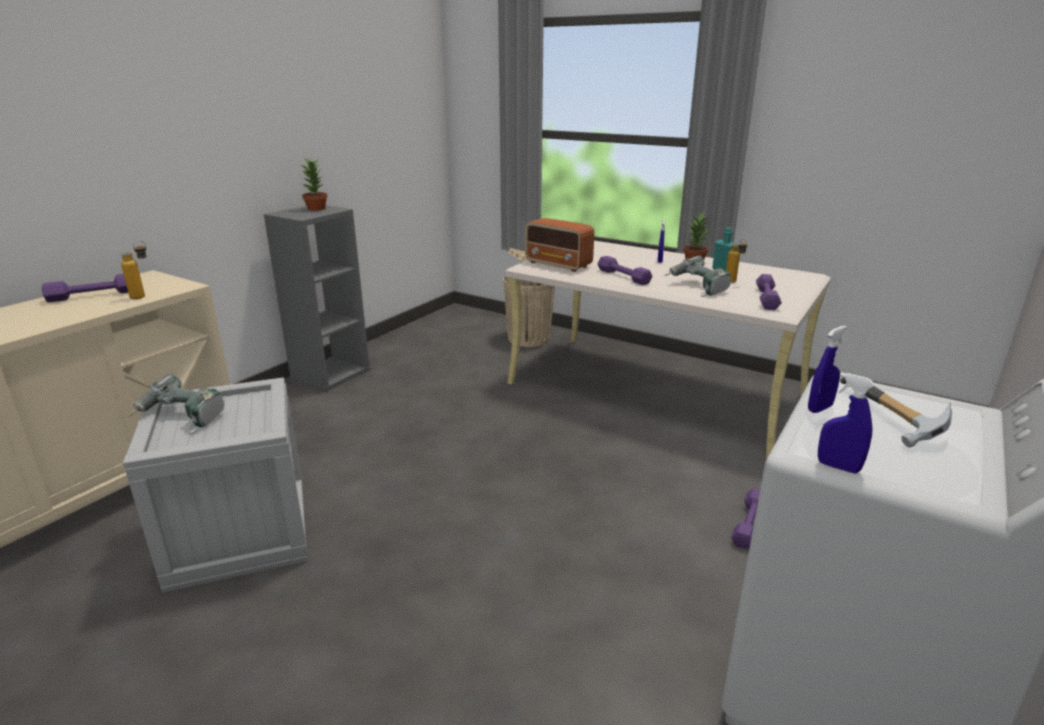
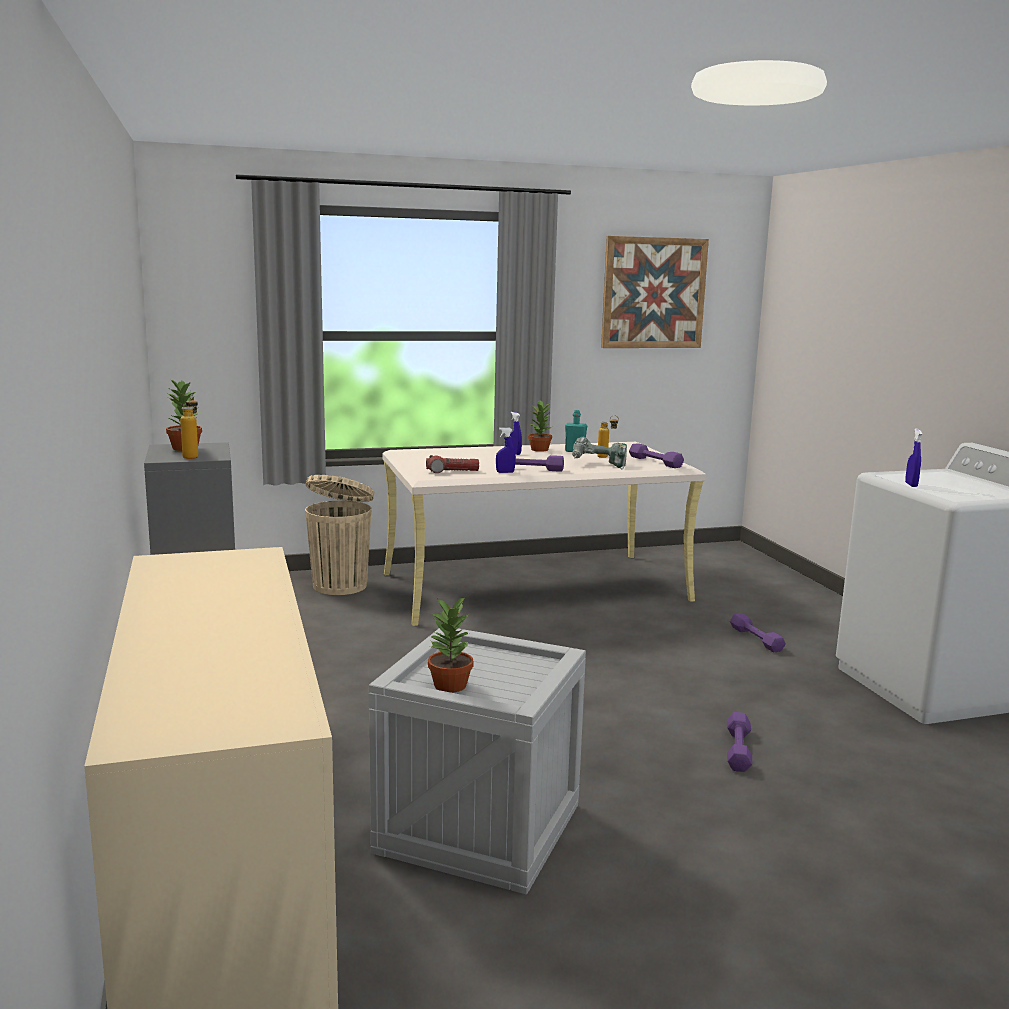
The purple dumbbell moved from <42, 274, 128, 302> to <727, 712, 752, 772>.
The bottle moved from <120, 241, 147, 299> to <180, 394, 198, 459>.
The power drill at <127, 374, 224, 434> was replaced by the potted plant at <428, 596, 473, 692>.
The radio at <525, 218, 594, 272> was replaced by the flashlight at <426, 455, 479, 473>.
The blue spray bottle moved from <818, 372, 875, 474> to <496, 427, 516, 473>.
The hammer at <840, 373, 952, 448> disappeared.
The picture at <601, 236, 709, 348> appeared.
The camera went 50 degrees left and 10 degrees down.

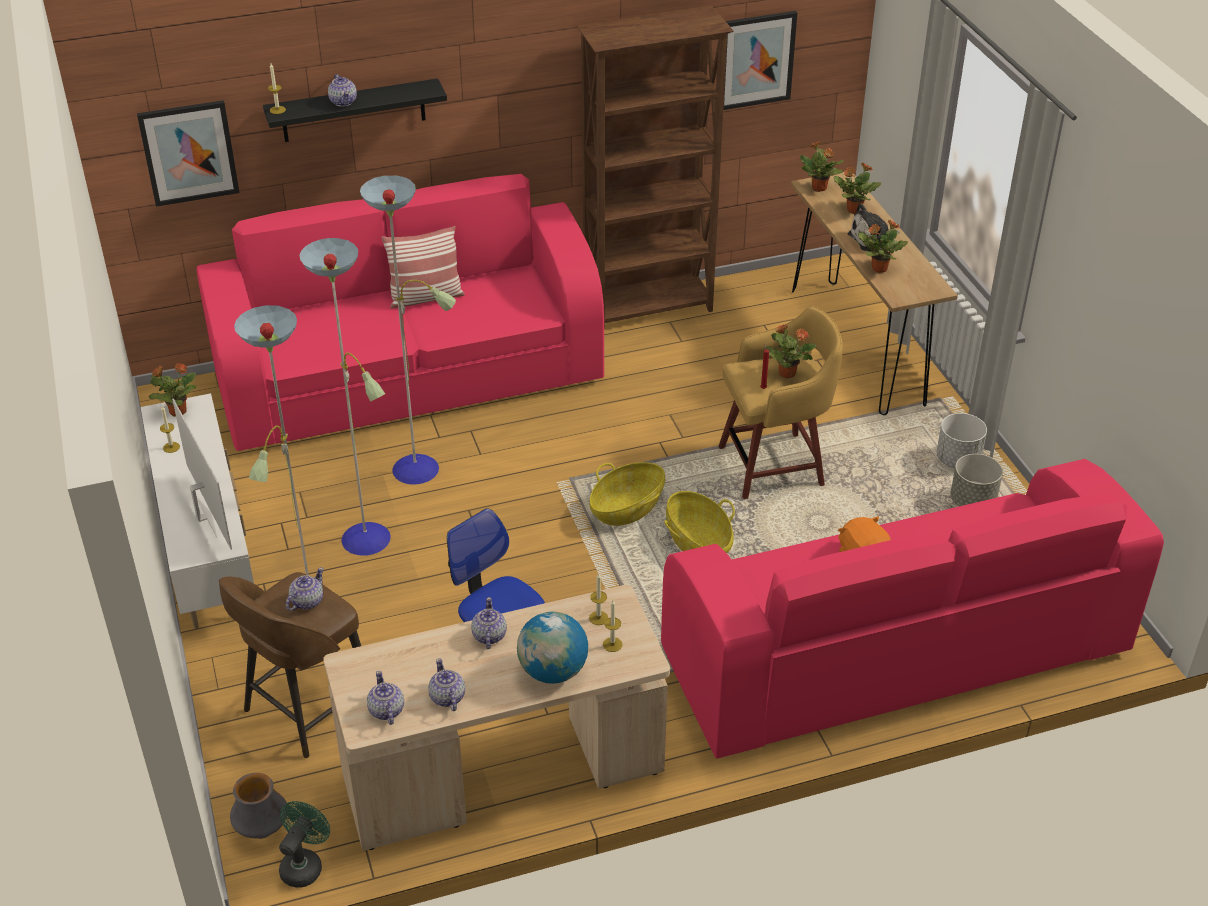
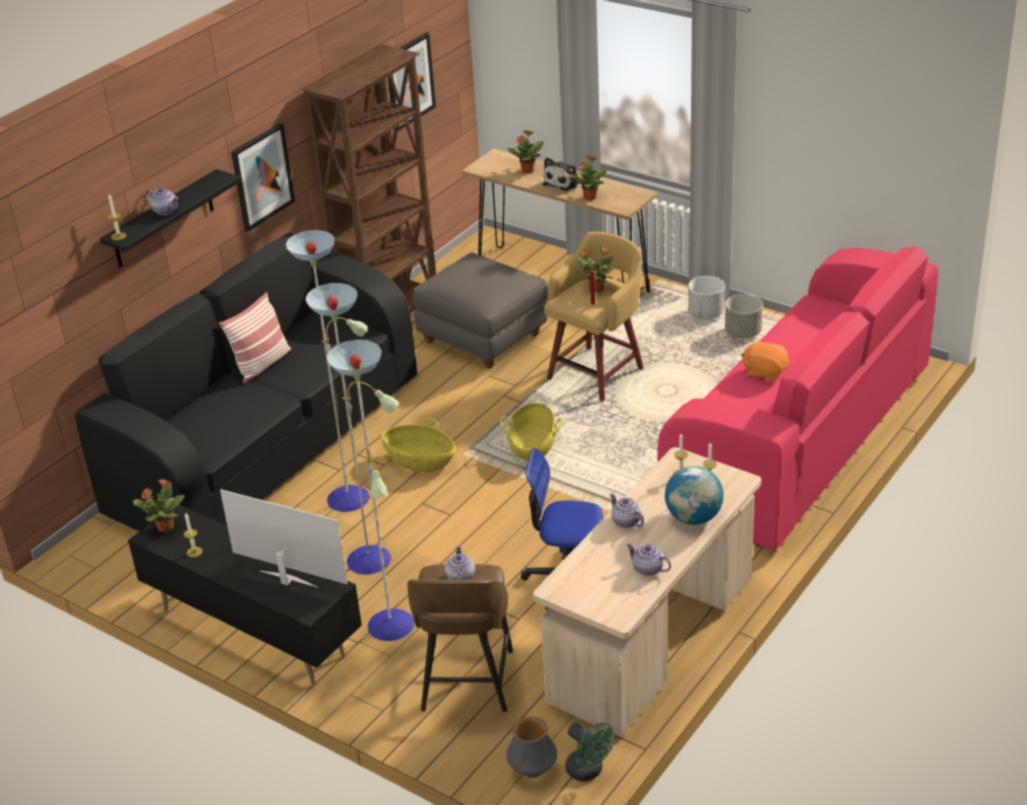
The picture moved from <137, 100, 239, 207> to <231, 123, 295, 232>.
The white tv stand at <141, 393, 254, 629> became the black tv stand at <128, 505, 362, 685>.
The pink sofa at <196, 174, 604, 451> became the black sofa at <75, 233, 417, 531>.
The green fan at <279, 801, 330, 887> turned 150 degrees clockwise.
The teapot at <367, 671, 404, 725> disappeared.
The basket moved from <664, 491, 735, 553> to <382, 418, 456, 472>.
The potted plant at <800, 141, 844, 192> disappeared.
The grey ottoman at <412, 253, 548, 368> appeared.
The camera went 35 degrees left and 5 degrees down.

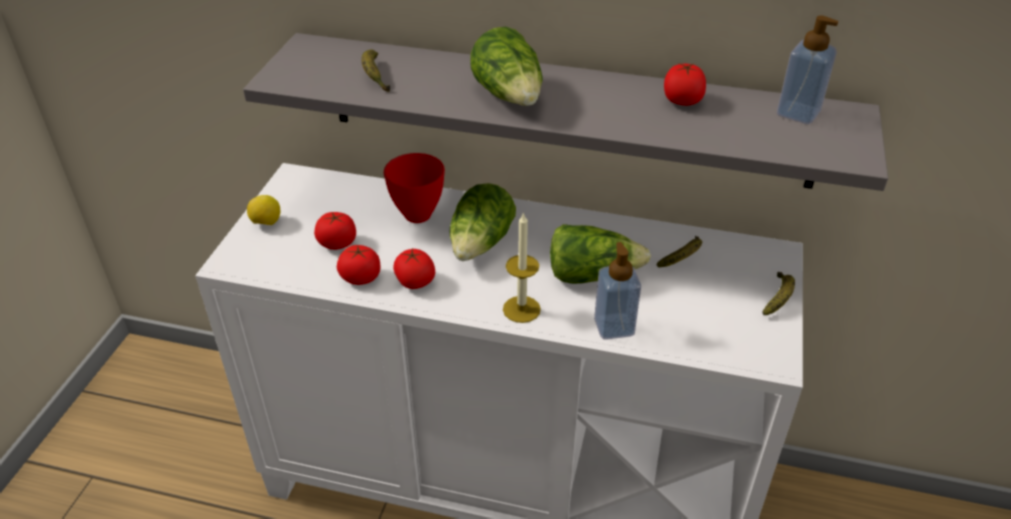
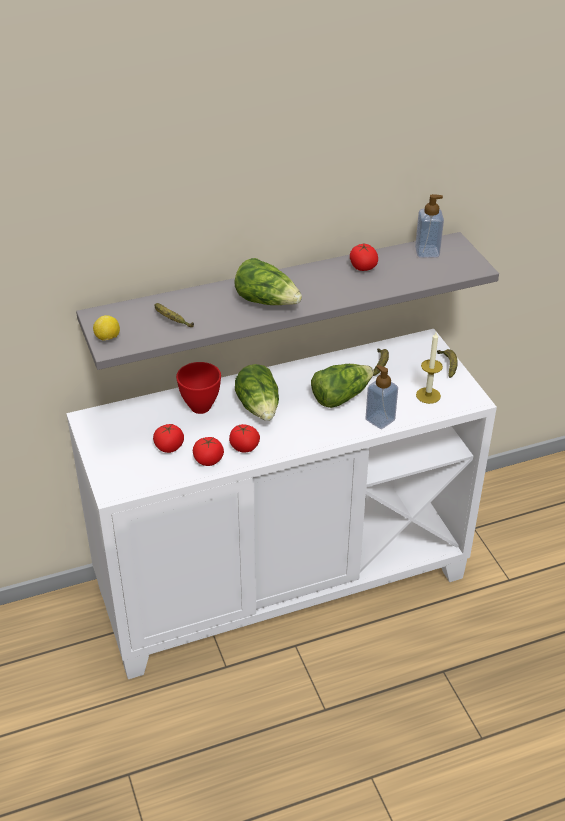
The lemon moved from <247, 195, 280, 225> to <93, 315, 120, 341>.
The candle moved from <503, 212, 541, 323> to <416, 332, 443, 404>.
The camera went 35 degrees left and 0 degrees up.

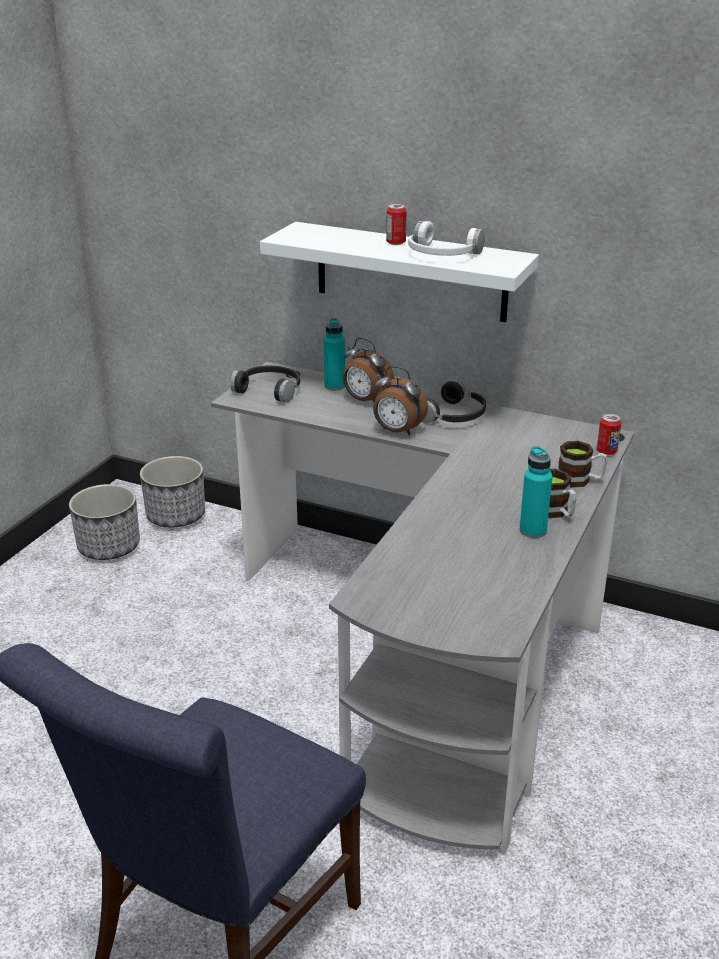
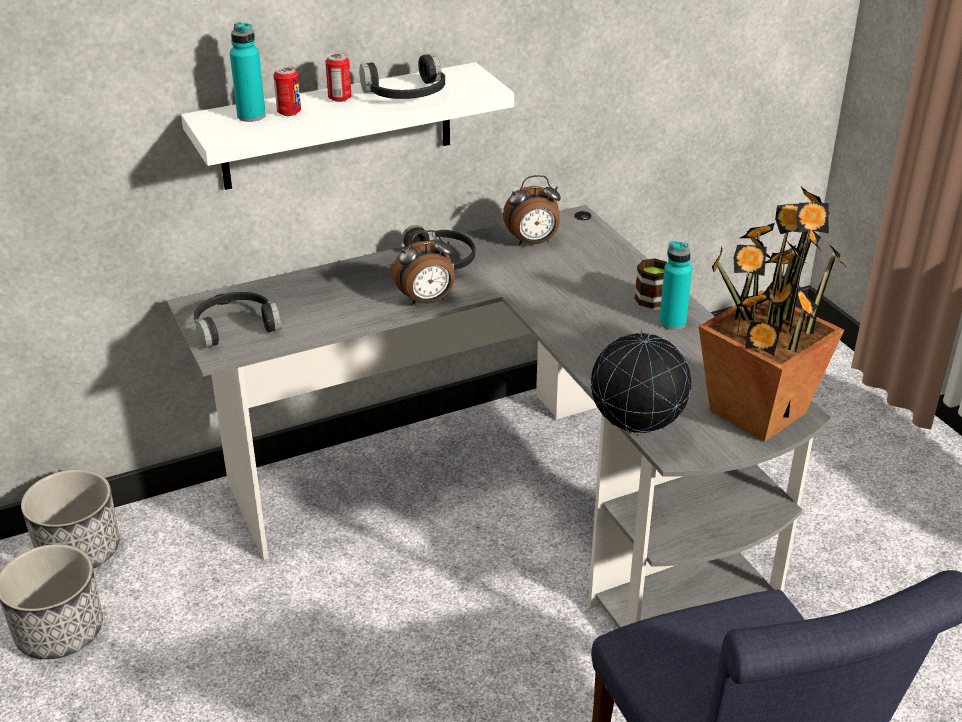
The turquoise bottle moved from <324, 318, 345, 390> to <230, 22, 266, 122>.
The alarm clock moved from <343, 338, 394, 402> to <503, 175, 561, 246>.
The white headphones at <408, 221, 485, 256> became the black headphones at <359, 54, 445, 99>.
The mug at <558, 441, 608, 488> disappeared.
The can moved from <597, 414, 621, 455> to <273, 66, 301, 116>.
The globe at <590, 329, 692, 436> appeared.
The potted plant at <699, 187, 846, 442> appeared.
The camera went 50 degrees left and 5 degrees up.

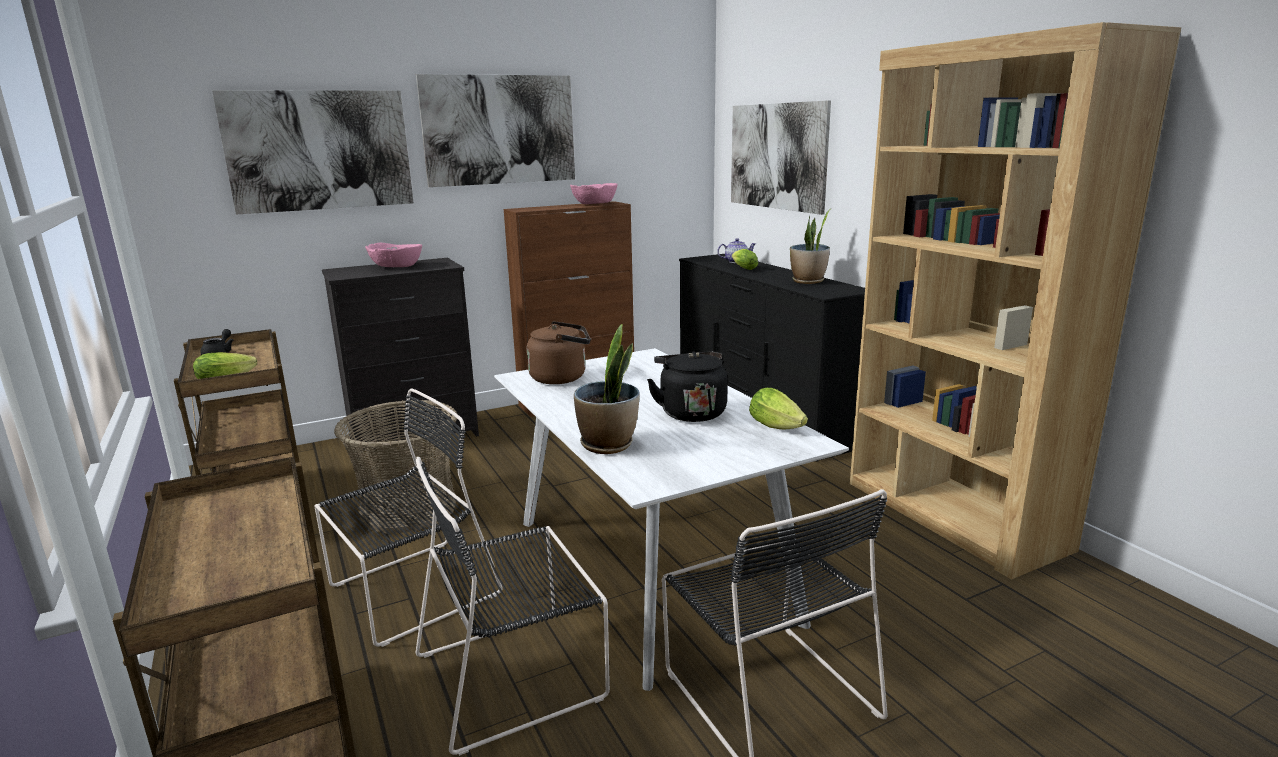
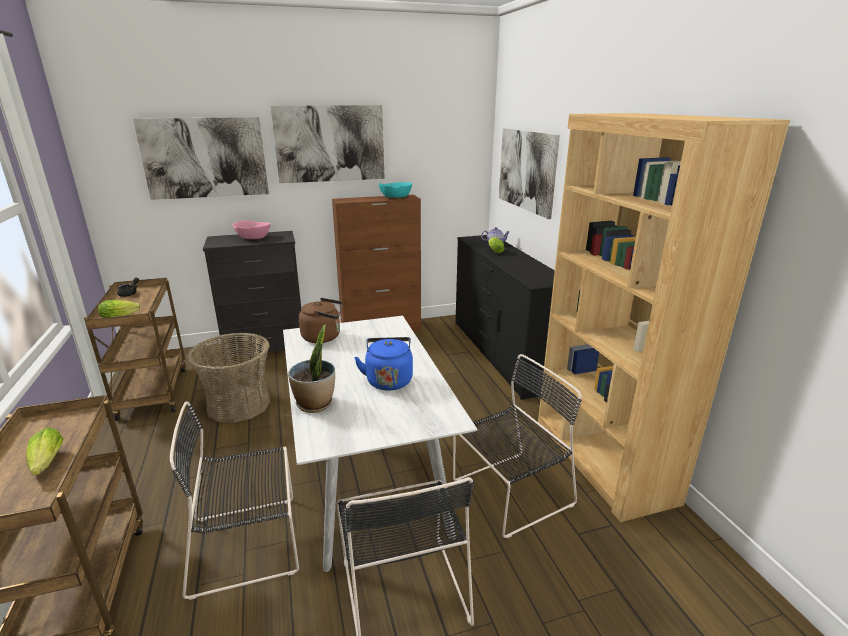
The black chair moved from <315, 388, 503, 647> to <453, 354, 582, 538>.
The pink bowl at <570, 183, 618, 204> became the turquoise bowl at <379, 182, 412, 198>.
The black kettle at <647, 351, 728, 422> became the blue kettle at <354, 337, 413, 391>.
The lettuce moved from <749, 388, 808, 429> to <26, 428, 63, 476>.
The potted plant at <790, 209, 830, 284> disappeared.
The camera went 10 degrees right and 5 degrees up.

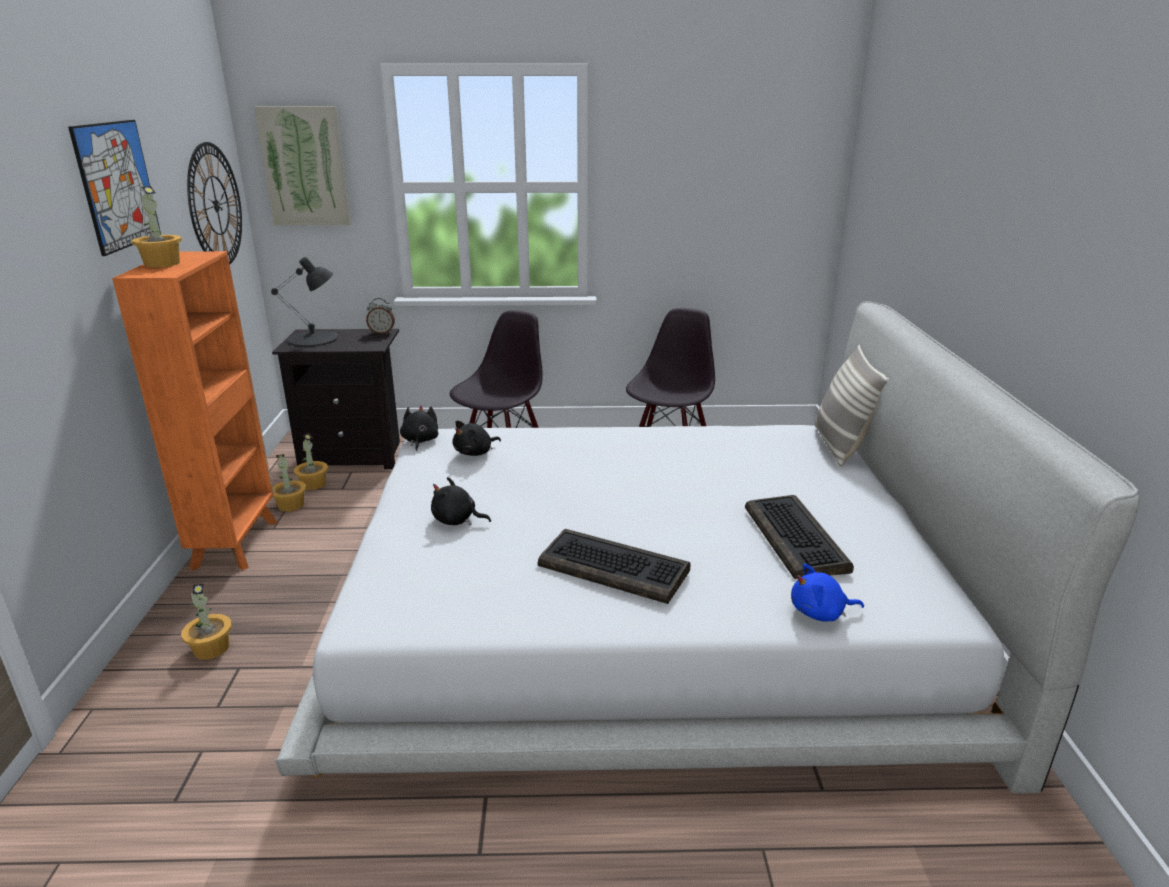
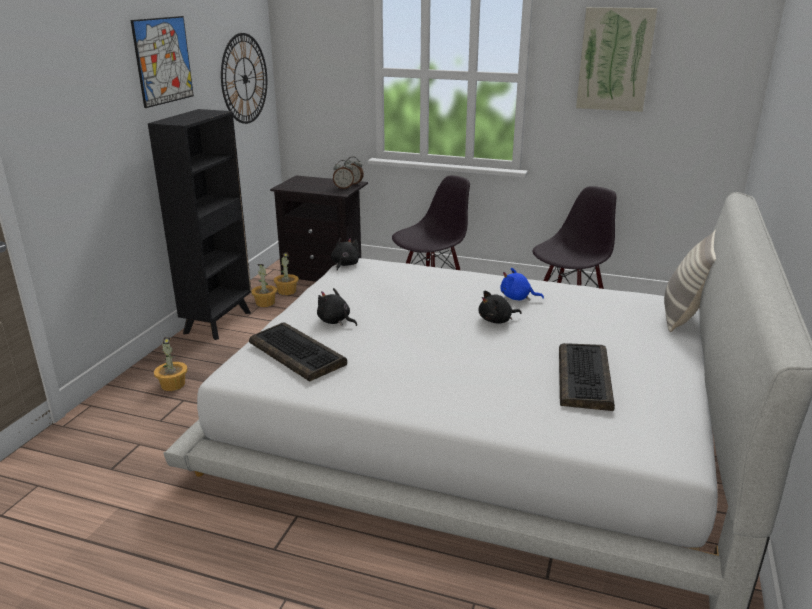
The orange bookcase at <112, 251, 278, 571> became the black bookcase at <148, 109, 251, 340>.
The potted plant at <132, 186, 182, 268> disappeared.
The picture moved from <254, 106, 351, 225> to <576, 7, 657, 112>.
The black table lamp at <271, 257, 338, 347> disappeared.
The black plush toy moved from <453, 421, 501, 456> to <479, 291, 522, 323>.
The keyboard moved from <538, 529, 691, 604> to <249, 323, 347, 382>.
The blue plush toy moved from <791, 564, 864, 622> to <500, 268, 544, 301>.
The alarm clock at <333, 160, 354, 189> appeared.
The camera went 20 degrees right and 0 degrees up.

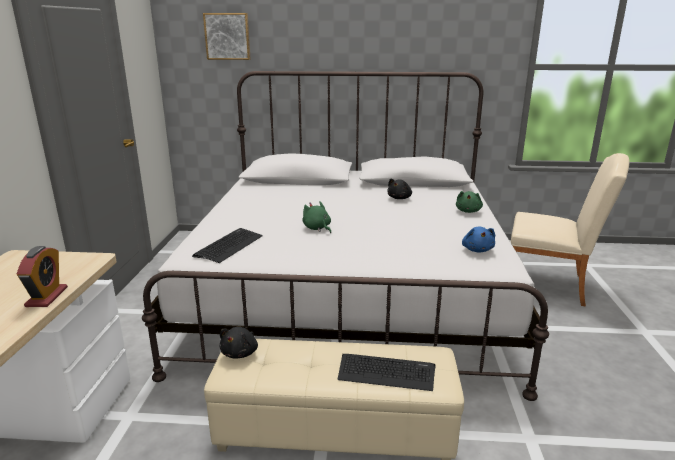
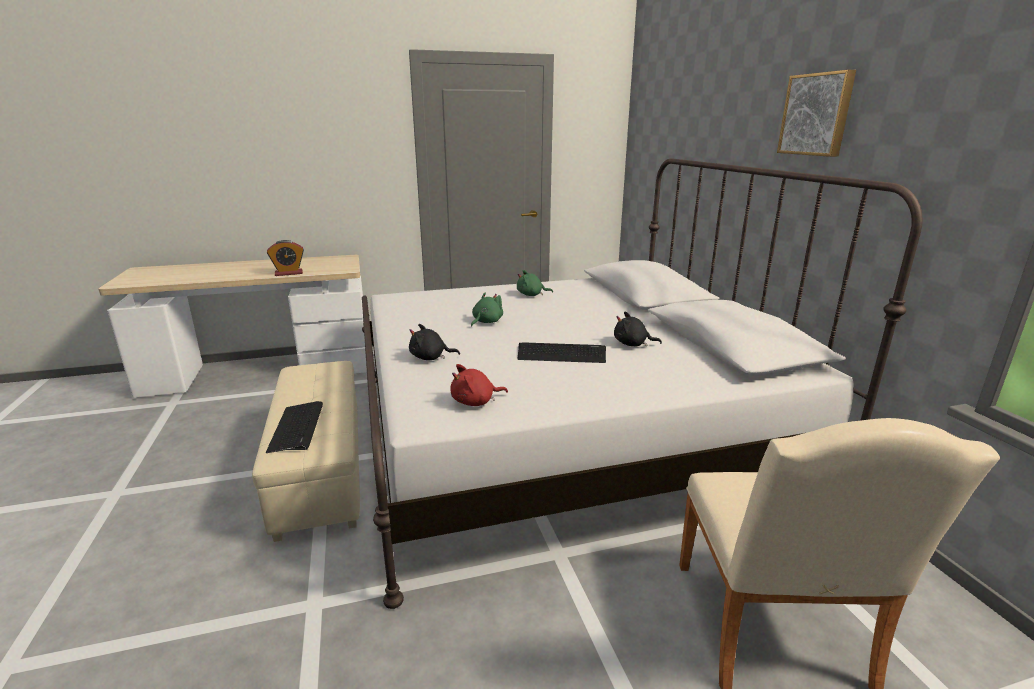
The keyboard moved from <192, 228, 263, 263> to <517, 342, 606, 363>.
The picture moved from <203, 13, 251, 60> to <777, 70, 856, 157>.
The black plush toy moved from <220, 327, 258, 358> to <409, 324, 460, 360>.
The green plush toy moved from <456, 191, 483, 213> to <517, 270, 553, 296>.
The blue plush toy at <462, 227, 495, 253> became the red plush toy at <450, 364, 508, 406>.
The camera went 70 degrees right and 0 degrees up.

